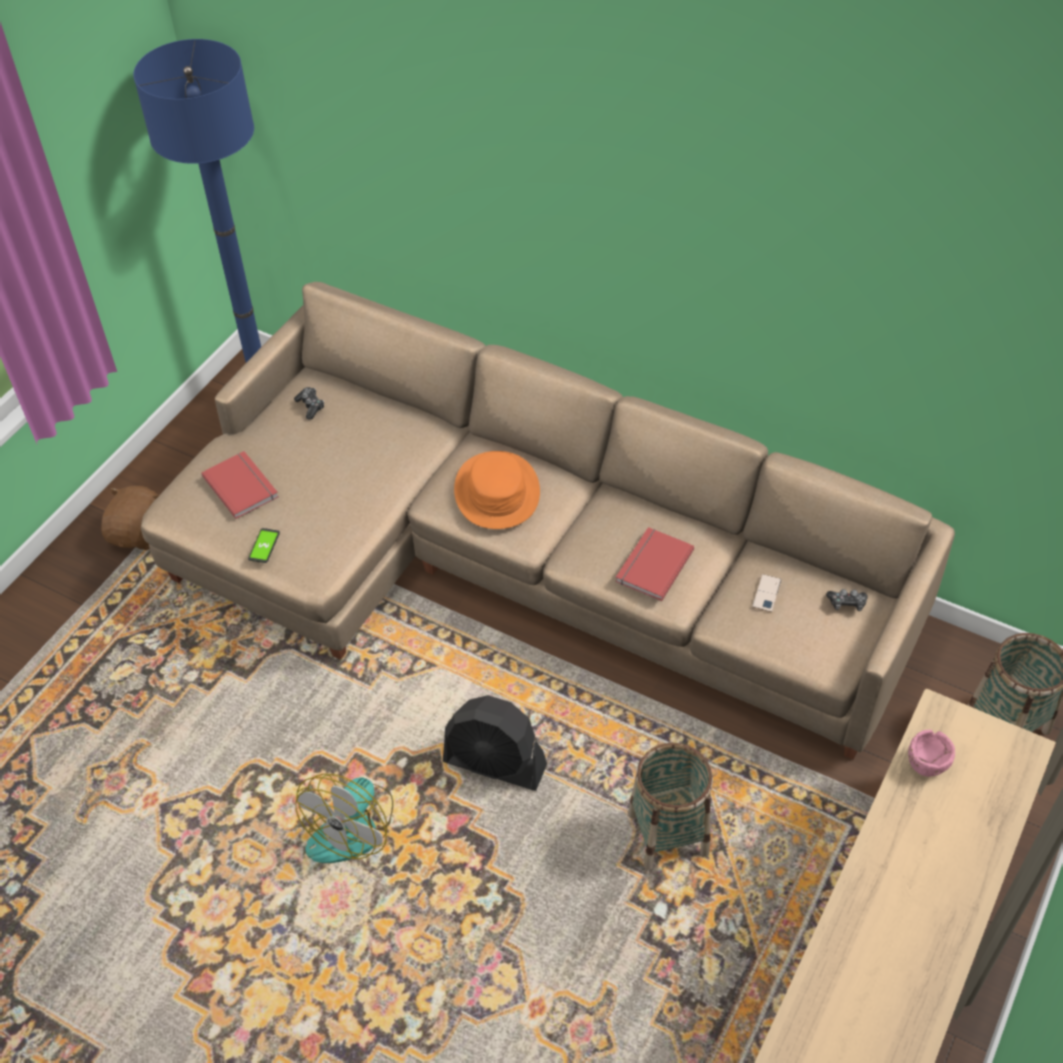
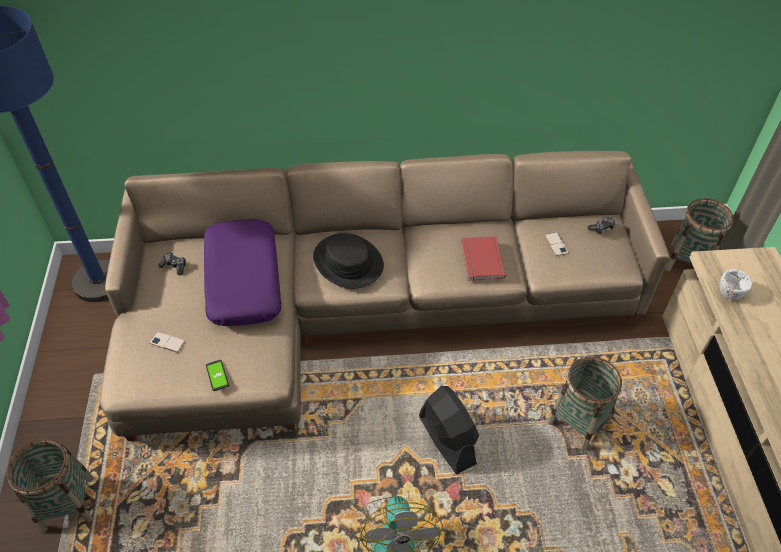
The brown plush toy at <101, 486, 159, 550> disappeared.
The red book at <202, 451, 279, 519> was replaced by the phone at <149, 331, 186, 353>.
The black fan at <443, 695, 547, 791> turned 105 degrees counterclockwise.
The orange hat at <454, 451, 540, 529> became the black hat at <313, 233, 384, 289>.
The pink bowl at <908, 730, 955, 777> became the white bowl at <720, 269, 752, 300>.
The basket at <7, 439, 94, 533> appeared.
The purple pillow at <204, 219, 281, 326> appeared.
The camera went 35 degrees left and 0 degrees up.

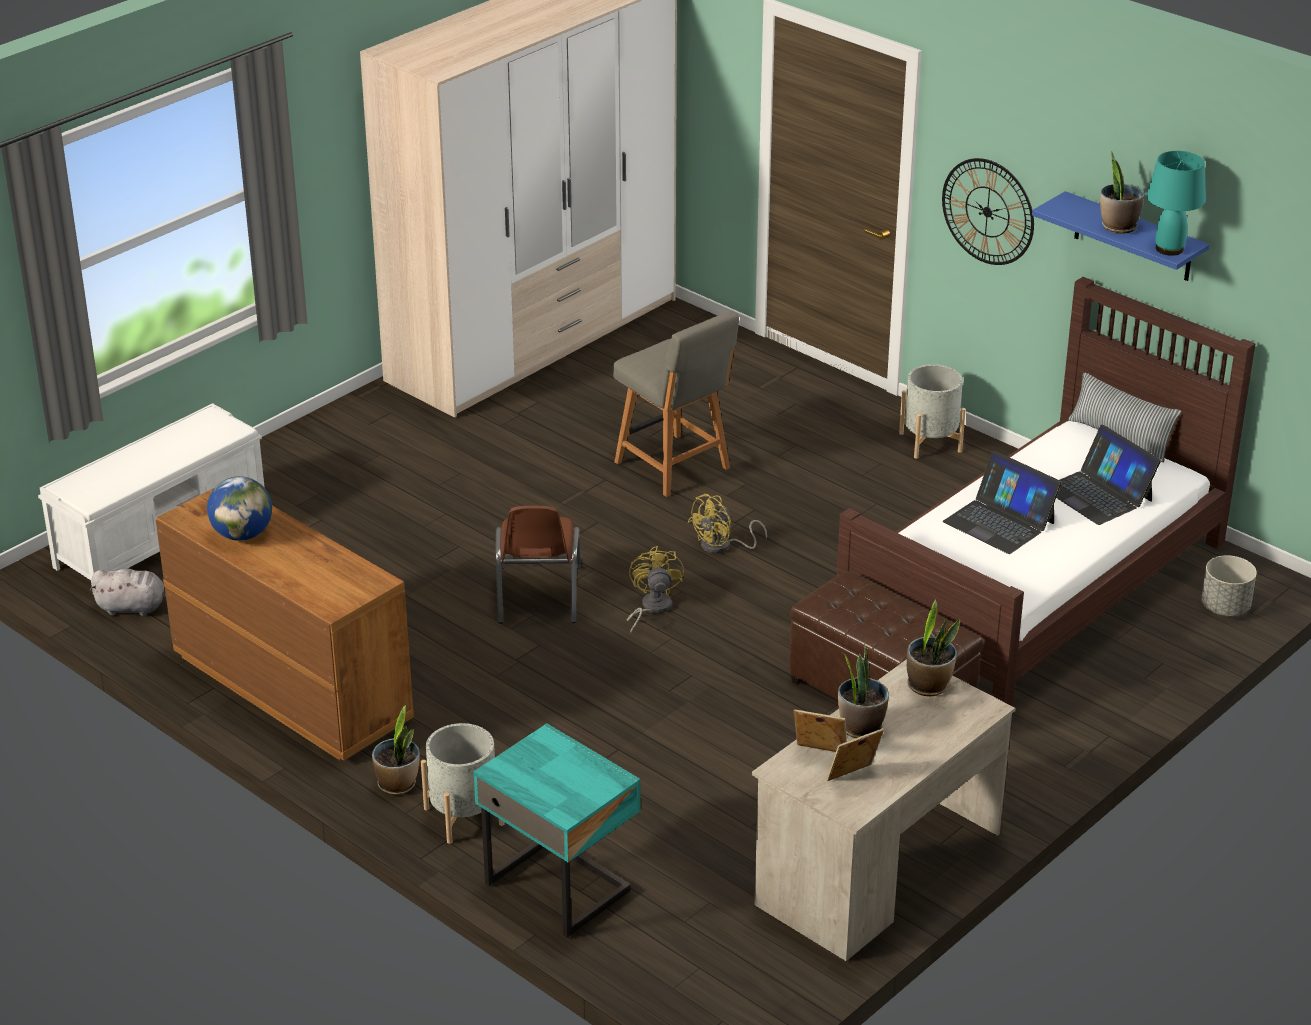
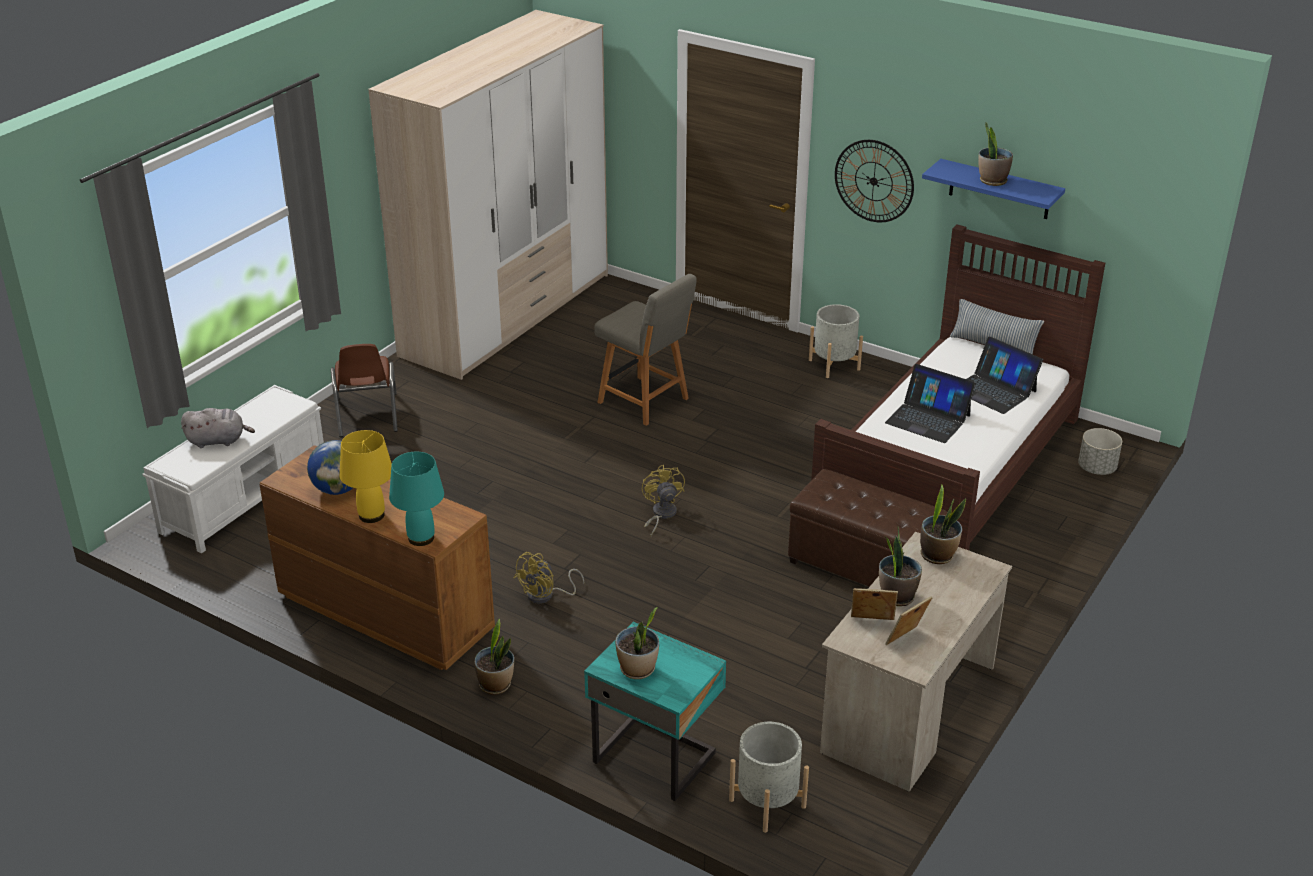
The grey plush toy moved from <90, 568, 166, 616> to <181, 408, 255, 448>.
The grey planter moved from <421, 723, 504, 844> to <729, 722, 809, 833>.
The brown chair moved from <495, 506, 581, 624> to <331, 344, 398, 437>.
The yellow fan moved from <688, 494, 767, 554> to <514, 552, 584, 604>.
The turquoise table lamp moved from <1147, 151, 1206, 256> to <389, 452, 444, 546>.
The yellow table lamp at <339, 430, 392, 523> appeared.
The potted plant at <615, 607, 659, 679> appeared.
The camera went 10 degrees left and 0 degrees up.

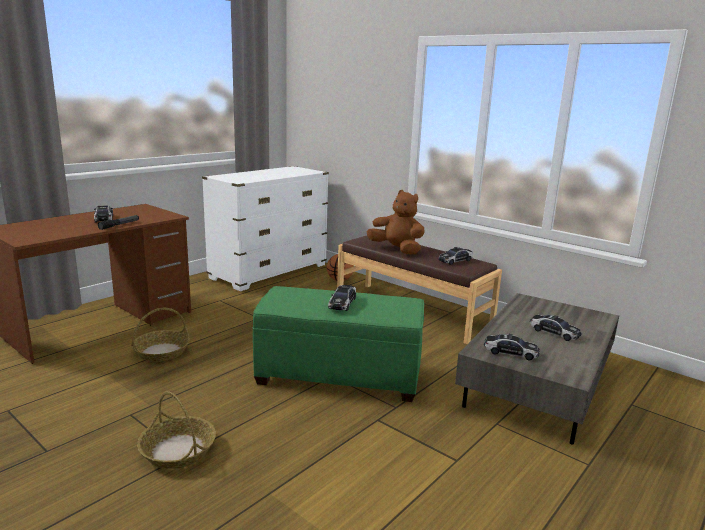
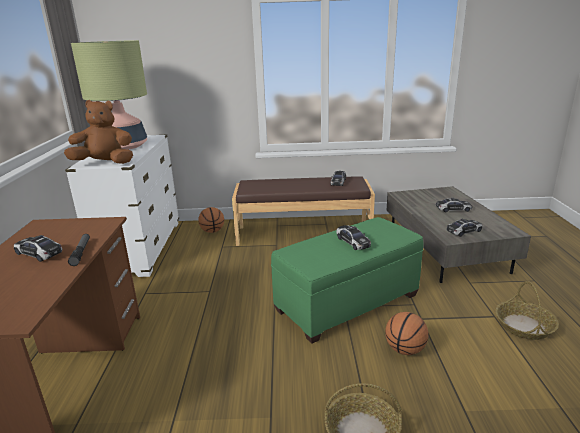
The basket moved from <131, 308, 190, 362> to <495, 281, 559, 340>.
The brown plush toy moved from <367, 190, 425, 254> to <64, 100, 133, 164>.
The table lamp at <71, 40, 147, 150> appeared.
The basketball at <385, 312, 429, 355> appeared.
The camera went 40 degrees left and 5 degrees up.

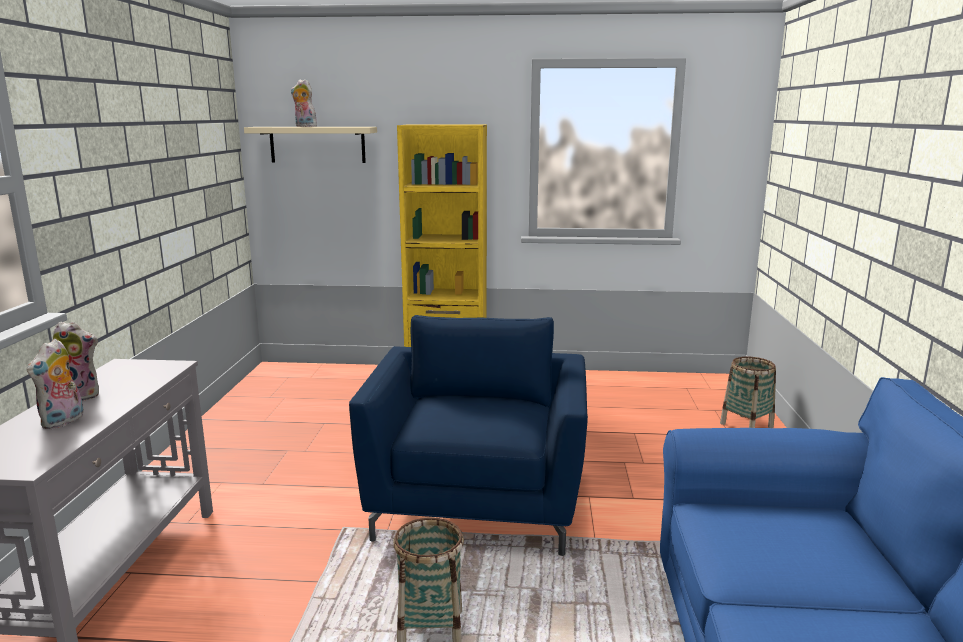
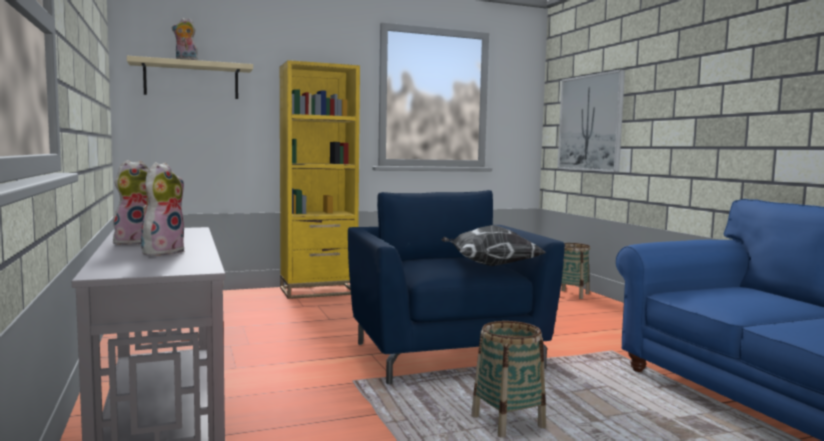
The plush toy at <27, 339, 84, 429> turned 150 degrees counterclockwise.
The pillow at <441, 225, 546, 266> appeared.
The picture at <557, 69, 625, 172> appeared.
The camera went 25 degrees left and 10 degrees down.

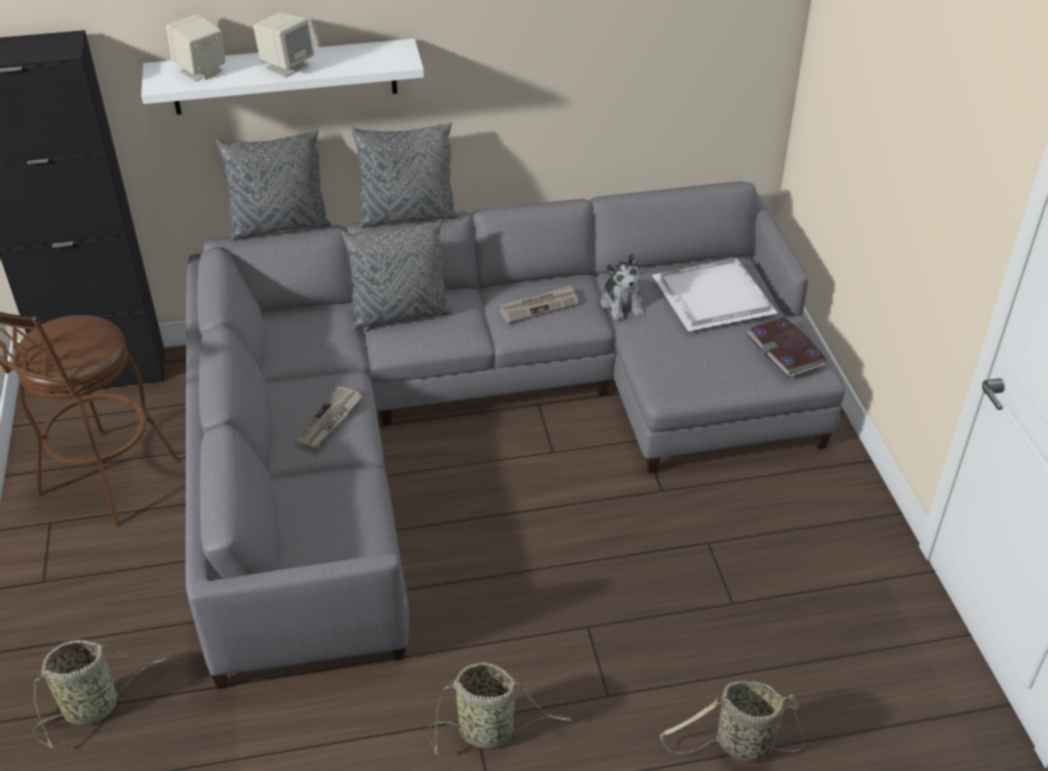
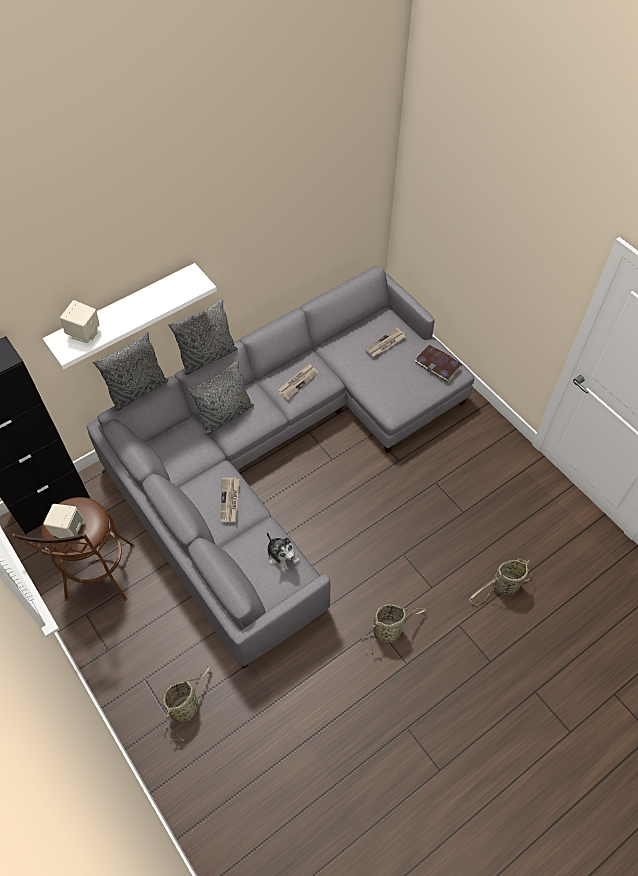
The beige speaker moved from <253, 12, 314, 77> to <43, 504, 84, 538>.
The plush toy moved from <601, 253, 644, 320> to <267, 532, 300, 573>.
The white tray at <652, 258, 778, 331> was replaced by the newspaper at <365, 327, 406, 357>.
The camera went 25 degrees left and 15 degrees up.

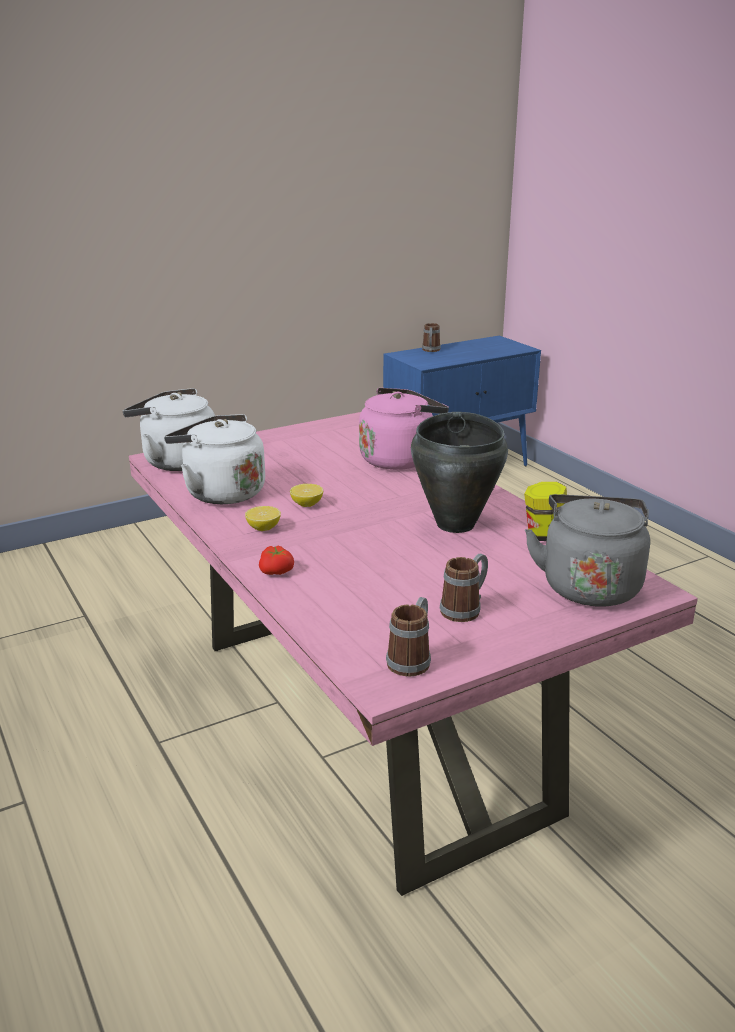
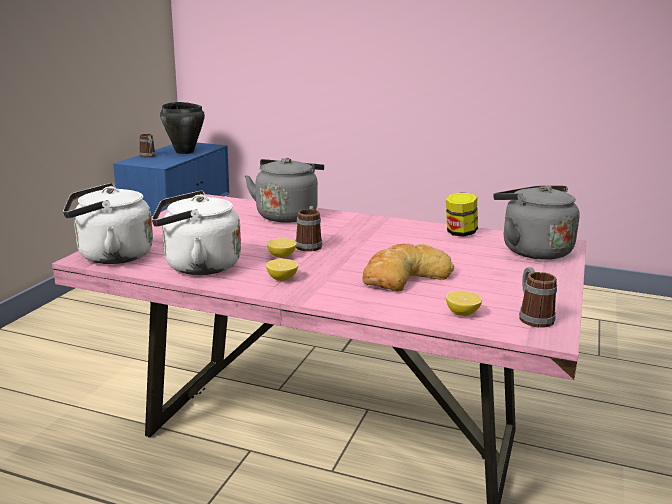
The tomato at <259, 546, 294, 575> disappeared.
The pink kettle at <359, 388, 449, 470> became the grey kettle at <245, 158, 324, 223>.
The black cooking pot moved from <411, 412, 508, 533> to <160, 102, 205, 154>.
The mug moved from <440, 554, 488, 622> to <295, 206, 322, 252>.
The bread at <362, 244, 454, 292> appeared.
The lemon at <446, 291, 482, 316> appeared.
The camera went 40 degrees left and 5 degrees down.

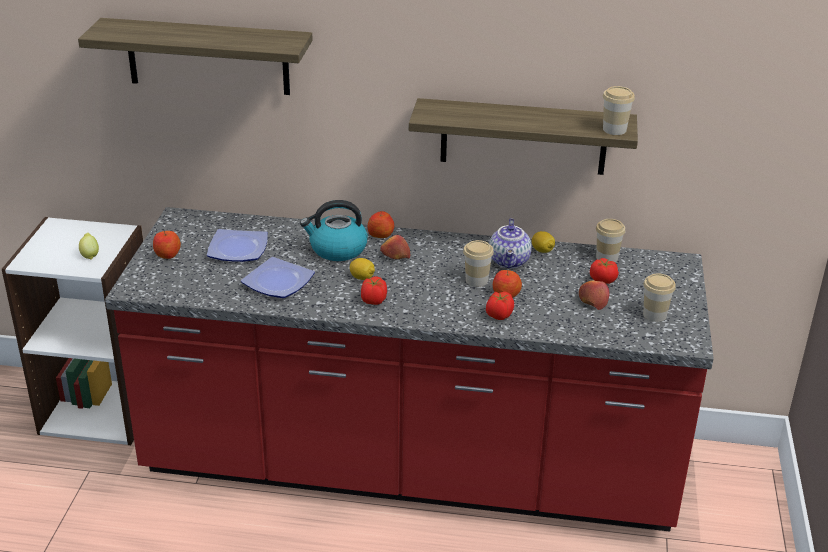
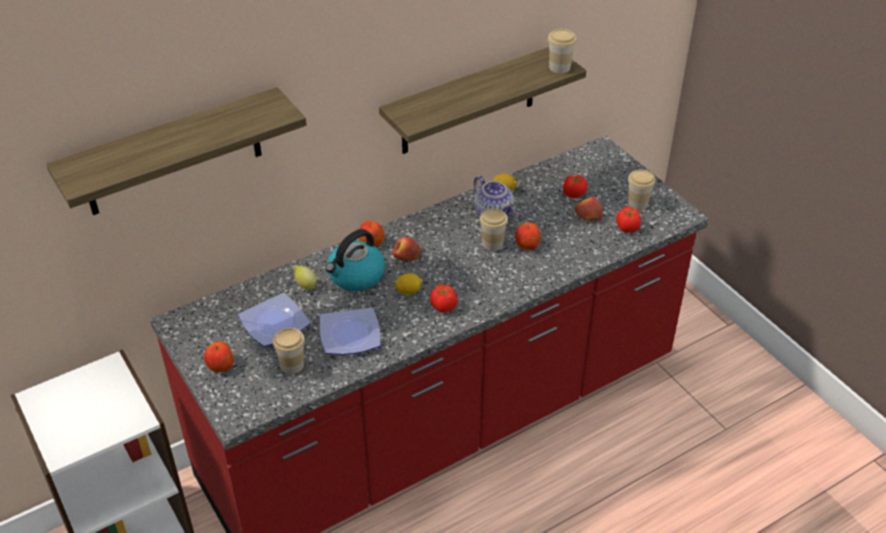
The lemon moved from <79, 233, 99, 259> to <294, 265, 317, 290>.
The tomato moved from <486, 292, 514, 320> to <616, 207, 641, 232>.
The cup moved from <596, 219, 626, 262> to <273, 328, 305, 374>.
The camera went 40 degrees left and 10 degrees up.

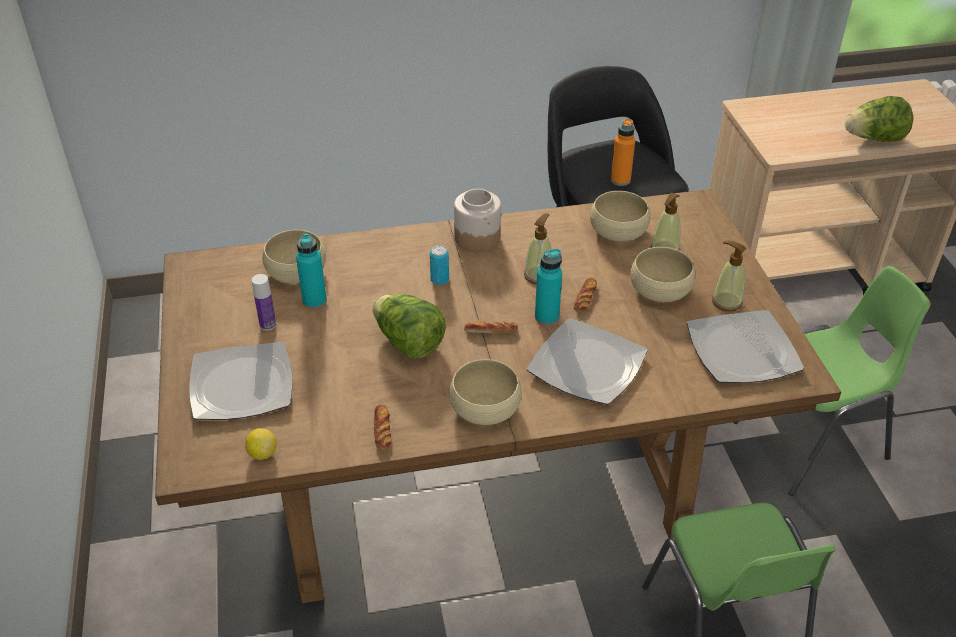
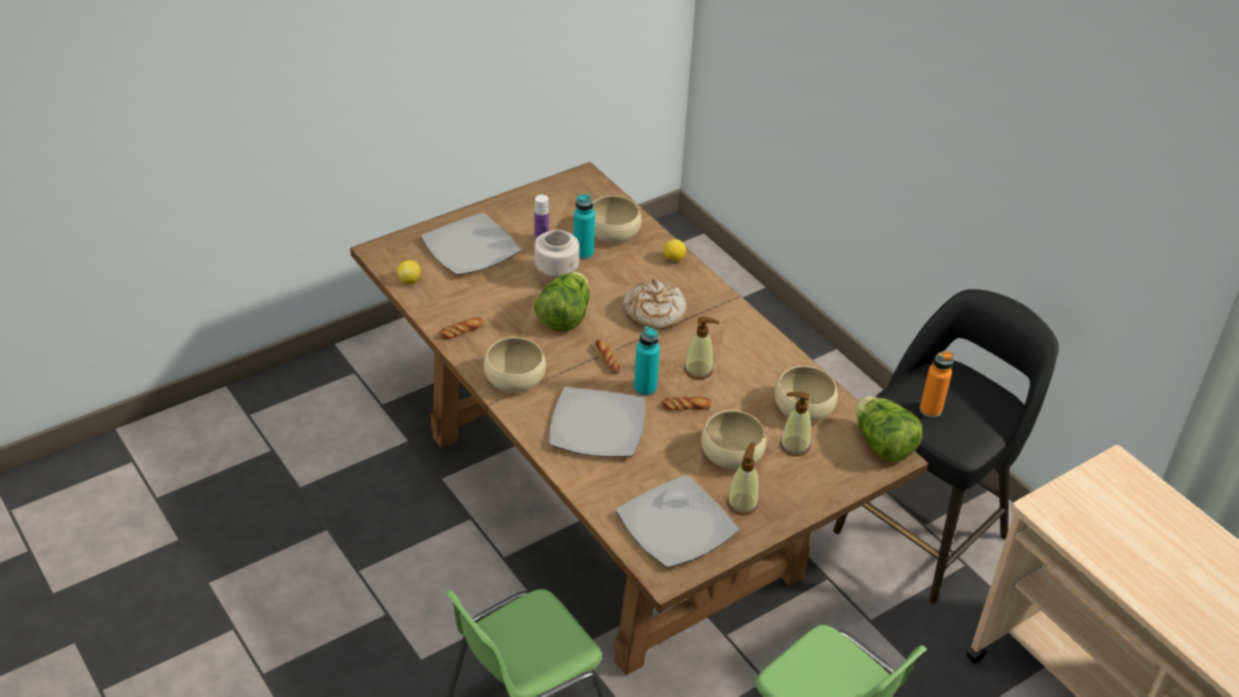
The can at <430, 245, 449, 285> was replaced by the bread at <623, 279, 687, 330>.
The jar moved from <454, 189, 501, 252> to <534, 230, 579, 287>.
The lettuce moved from <845, 96, 913, 142> to <855, 396, 923, 462>.
The lemon at <663, 239, 686, 261> appeared.
The camera went 65 degrees right and 0 degrees up.

